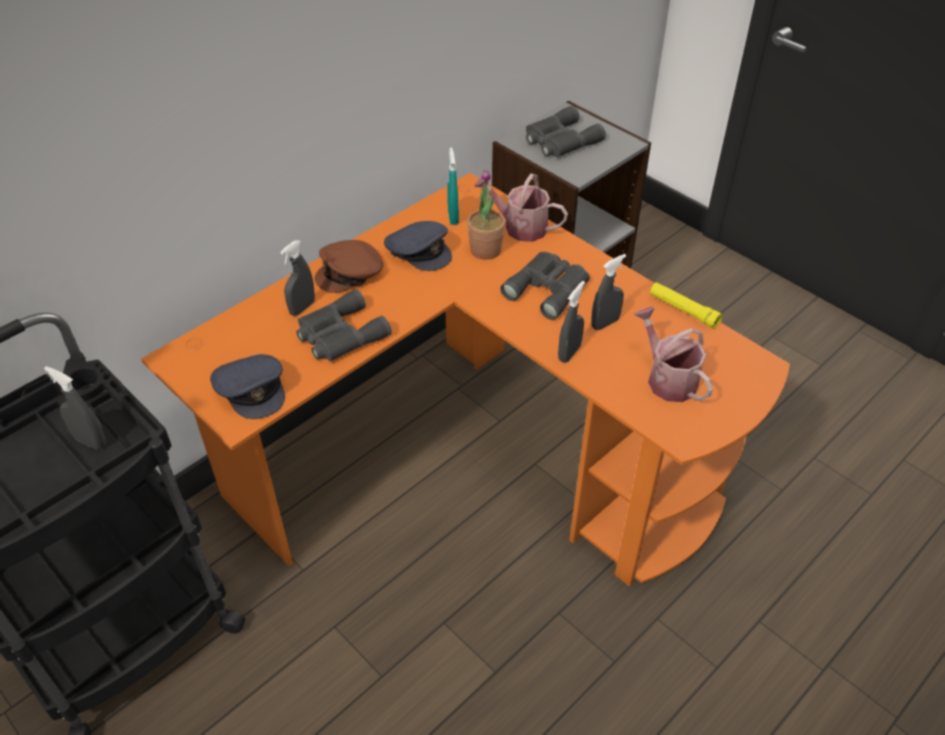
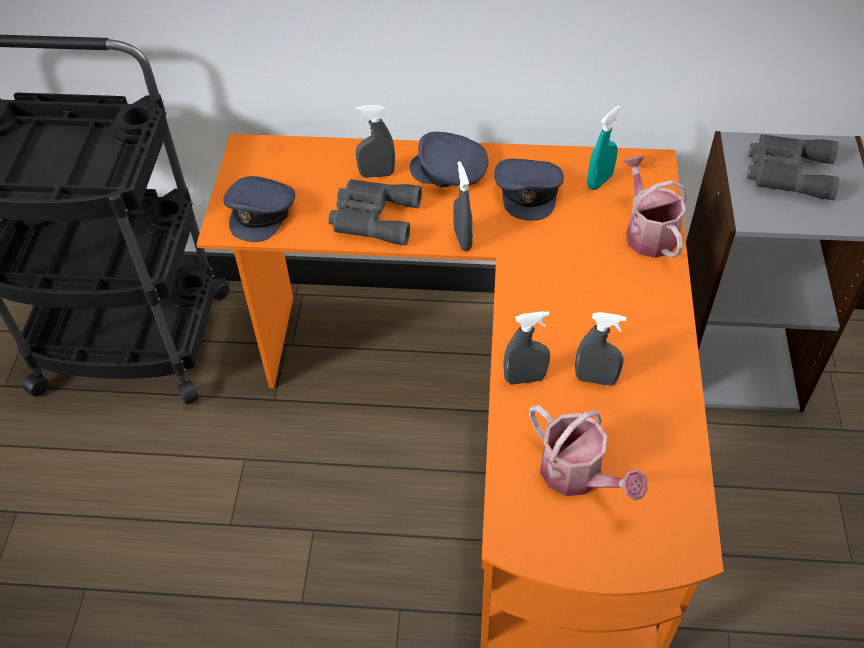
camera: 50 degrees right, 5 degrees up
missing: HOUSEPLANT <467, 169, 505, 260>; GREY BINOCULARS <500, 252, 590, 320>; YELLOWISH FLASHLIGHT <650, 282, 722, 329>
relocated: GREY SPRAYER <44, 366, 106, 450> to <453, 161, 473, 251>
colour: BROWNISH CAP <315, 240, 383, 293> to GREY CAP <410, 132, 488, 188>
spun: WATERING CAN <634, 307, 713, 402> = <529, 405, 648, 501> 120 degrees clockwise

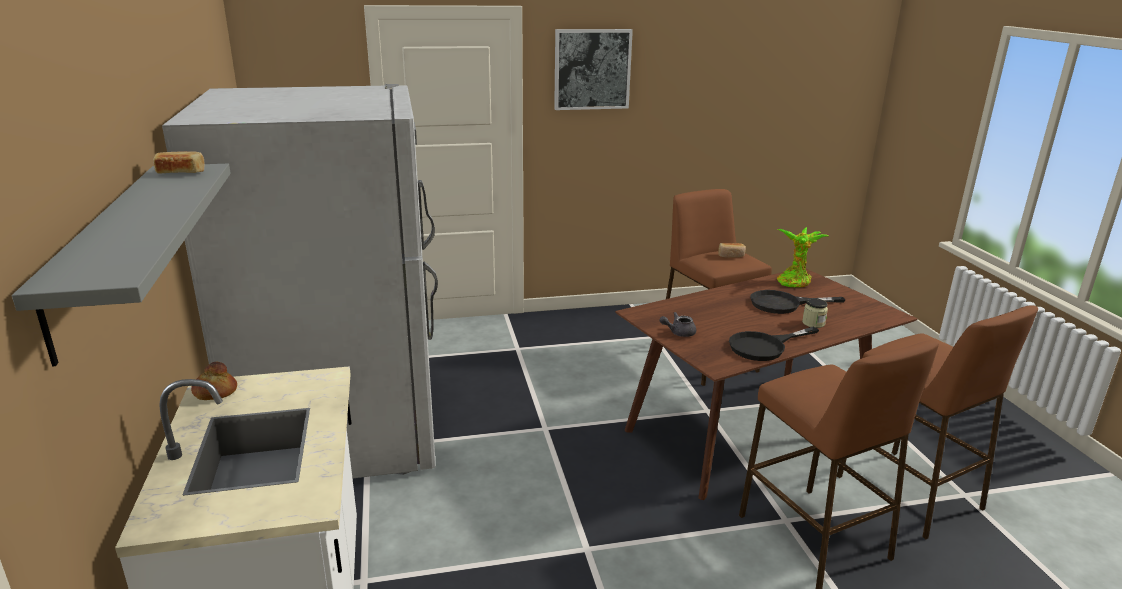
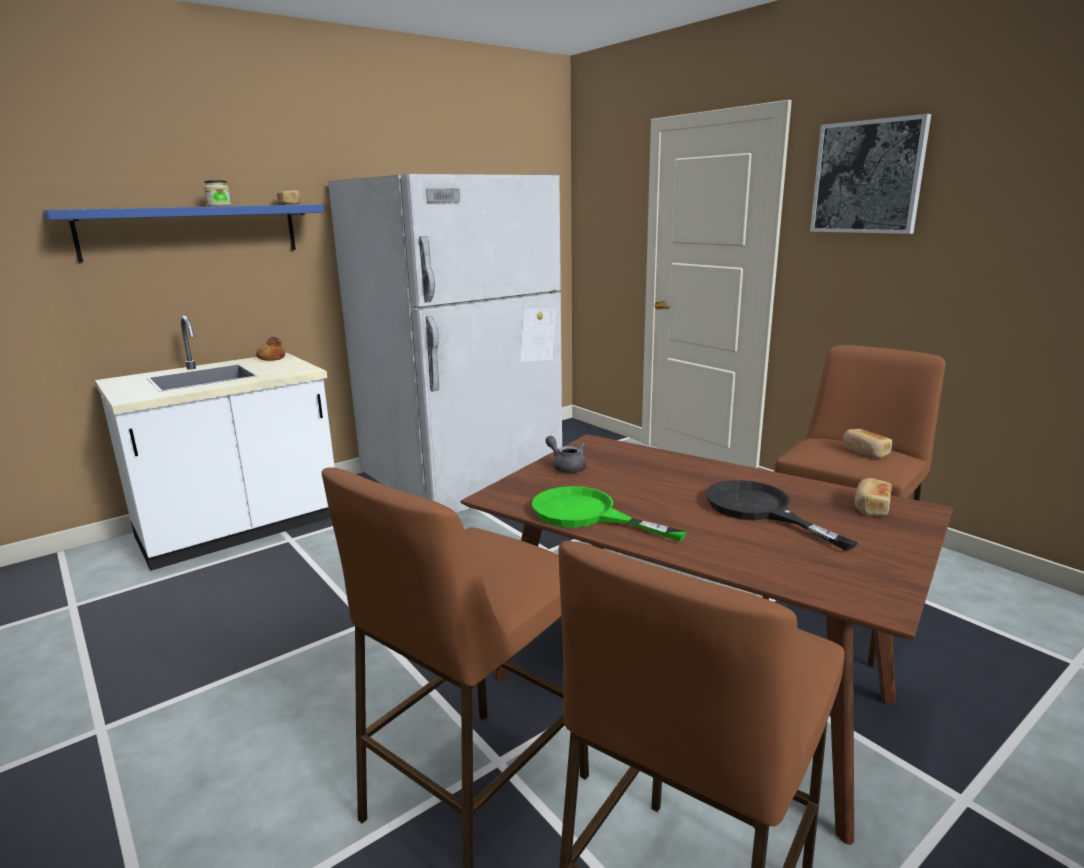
camera: 65 degrees right, 5 degrees down
relocated: PRESERVE JAR <802, 298, 828, 328> to <204, 180, 231, 206>
exchanged: HOUSEPLANT <777, 227, 830, 288> to BREAD <854, 478, 892, 515>
colour: GREY SHELF <12, 164, 231, 367> to BLUE-COLOURED SHELF <43, 204, 324, 262>; BLACKISH SKILLET <729, 327, 819, 361> to GREEN SKILLET <532, 486, 687, 542>

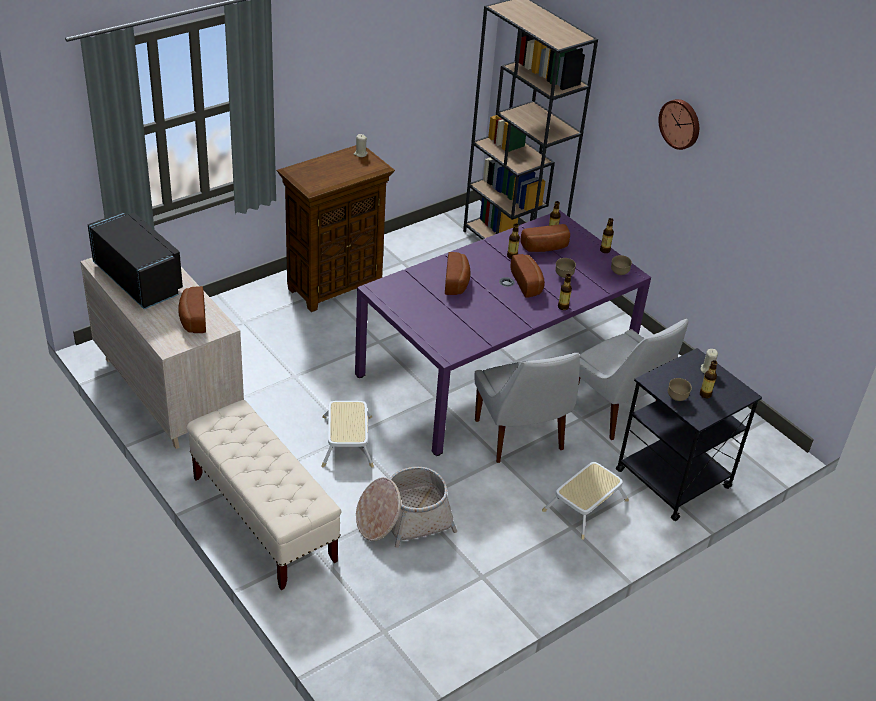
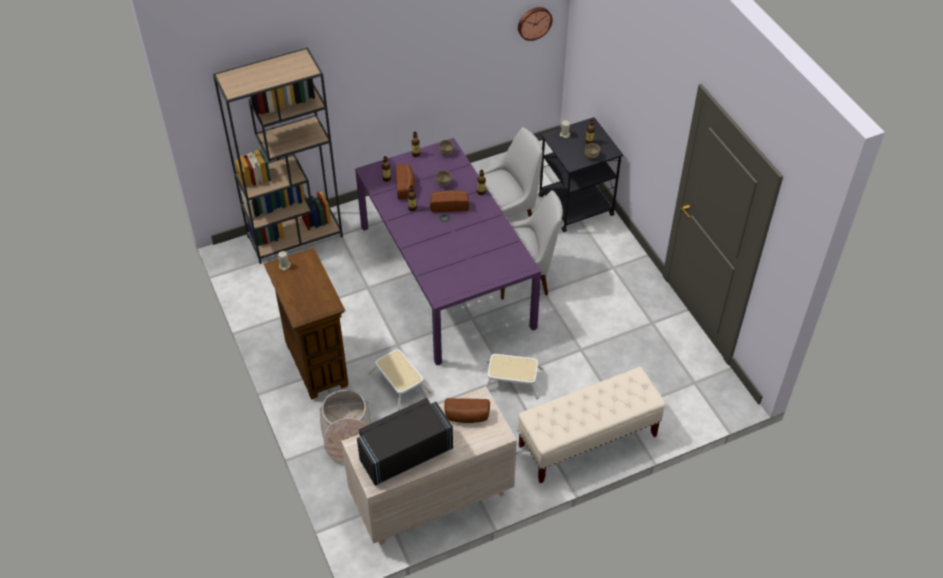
camera: 75 degrees left, 10 degrees up
missing: BREAD <445, 252, 470, 295>
relocated: WALL CLOCK <658, 99, 699, 150> to <518, 7, 553, 41>; SAND-COLOURED STEPLADDER <542, 462, 629, 539> to <369, 349, 432, 411>; STORAGE BASKET <356, 467, 457, 548> to <320, 390, 371, 463>

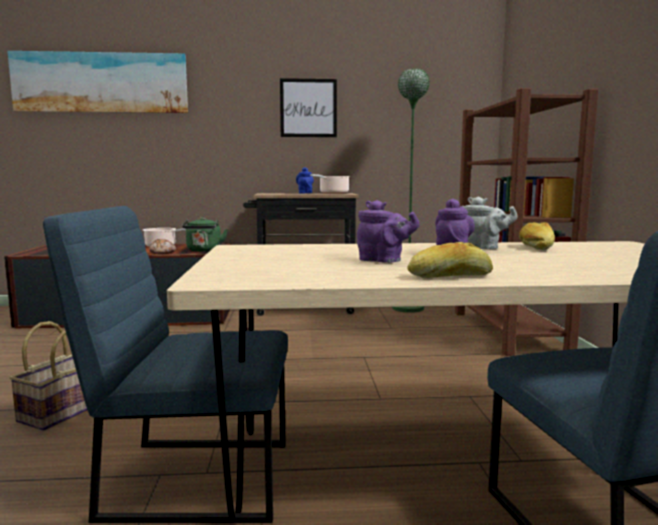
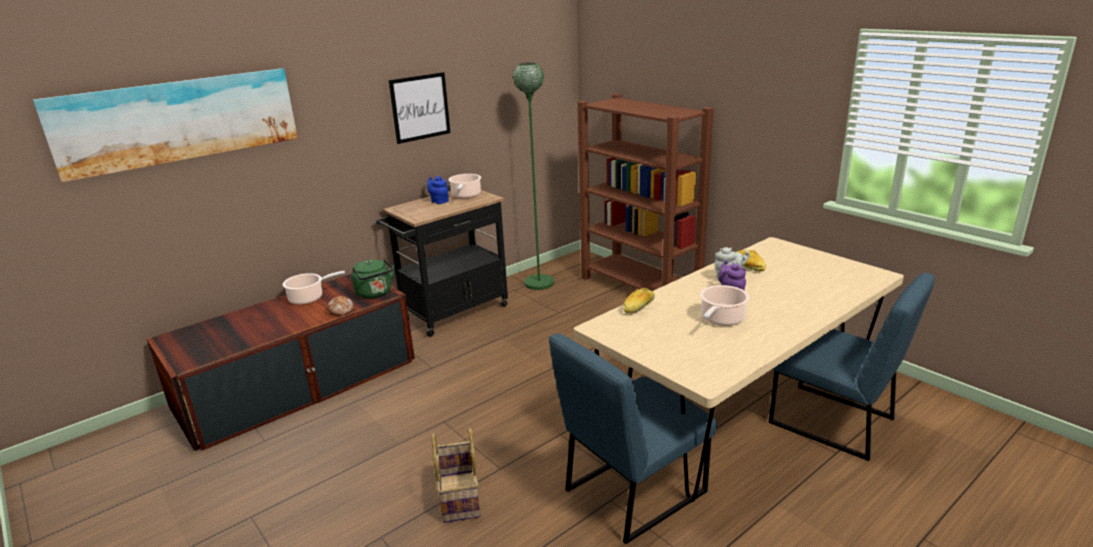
camera: 35 degrees left, 15 degrees up
relocated: BREAD <407, 242, 493, 278> to <624, 288, 655, 314>
exchanged: PURPLISH TEA POT <357, 200, 419, 263> to STOCKPOT <700, 285, 749, 326>

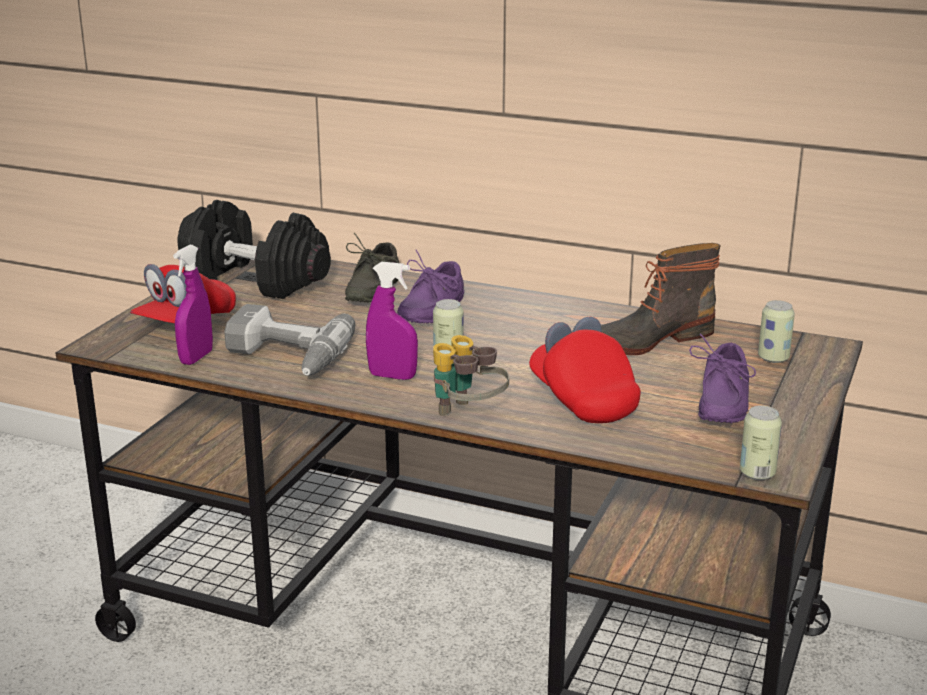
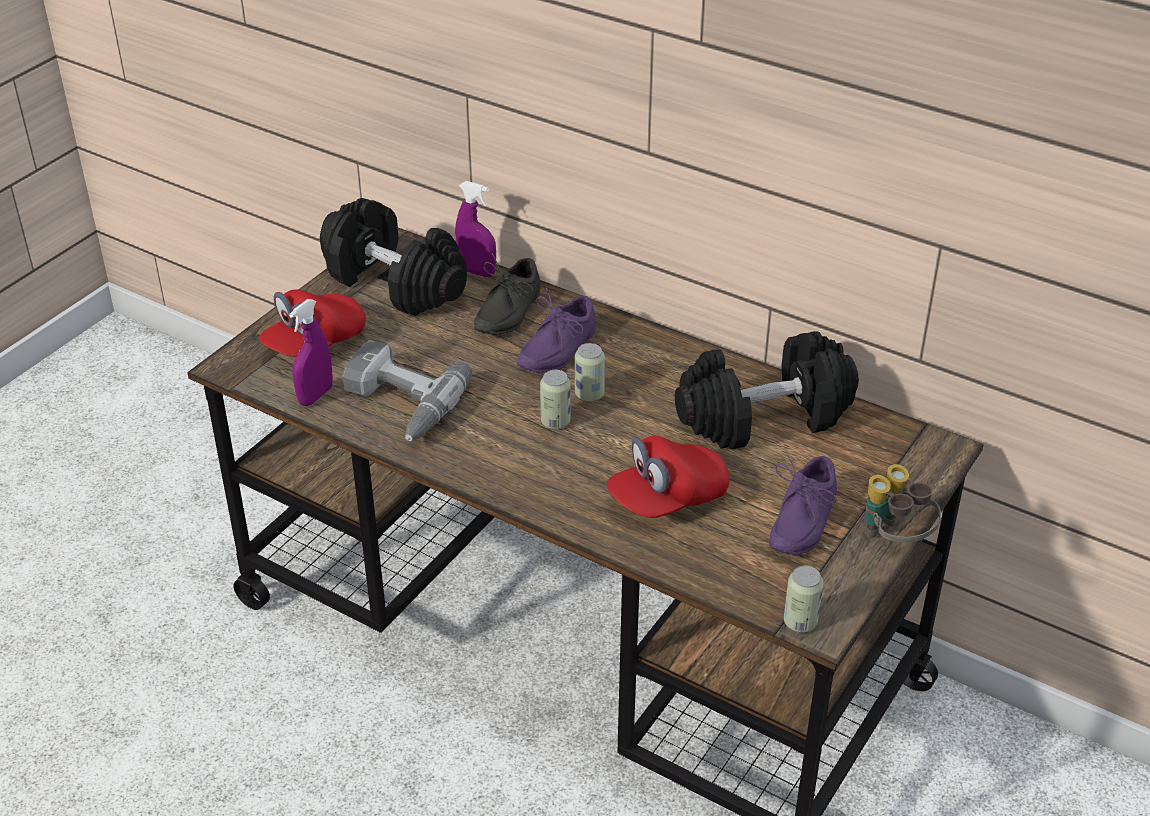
camera: 10 degrees right, 15 degrees up
relocated: PURPLISH SPRAYER <366, 262, 418, 380> to <455, 181, 496, 277>; CAN <758, 300, 795, 363> to <575, 343, 605, 402>; BINOCULARS <433, 335, 509, 416> to <865, 464, 941, 543>
exchanged: HIGH-TOP BOOT <601, 243, 721, 355> to BLACKISH DUMBBELL <675, 331, 859, 449>
spun: REDDISH CAP <529, 317, 641, 423> = <606, 436, 730, 518> 105 degrees counterclockwise

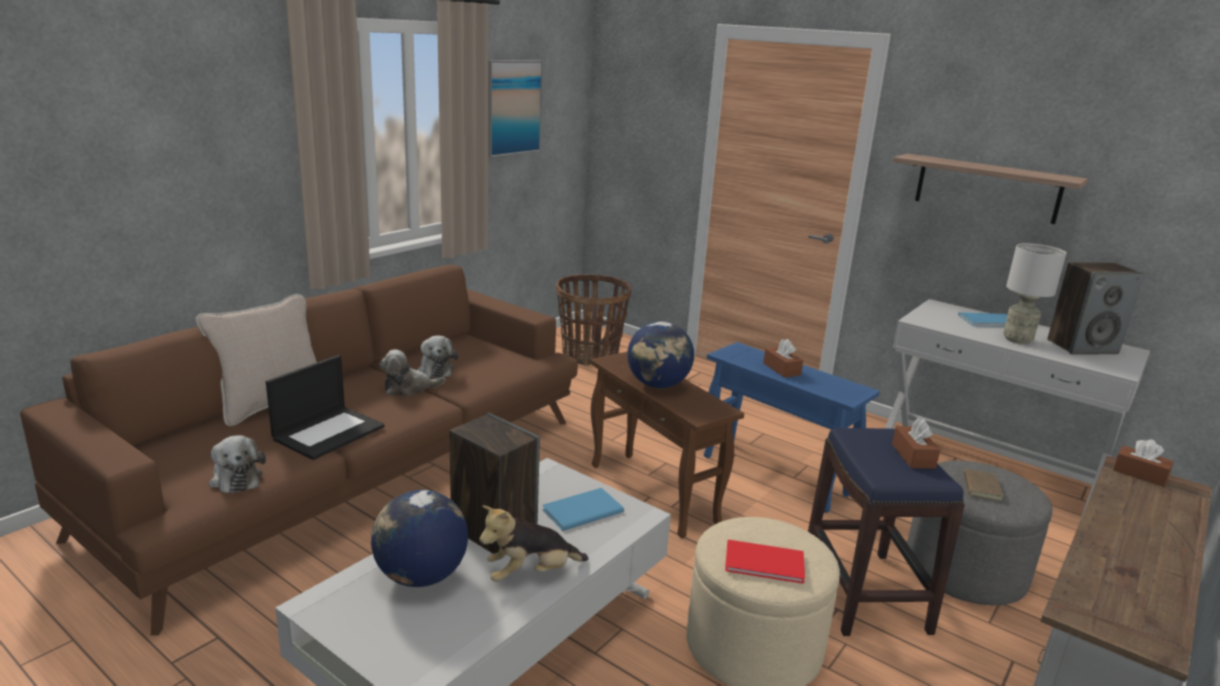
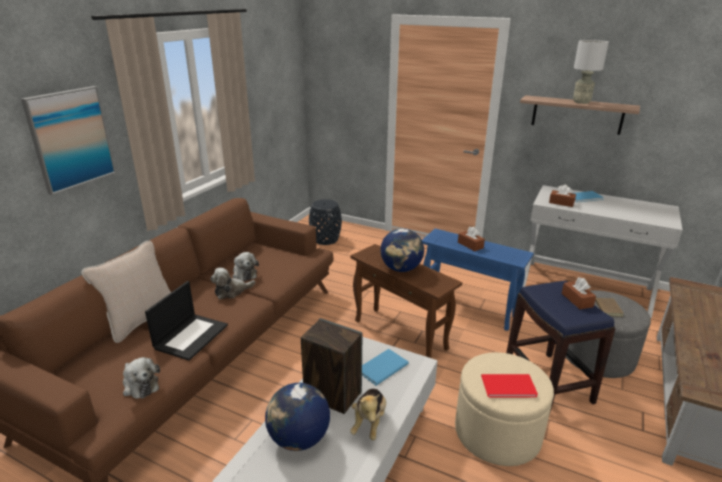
camera: 10 degrees left, 5 degrees up
missing: AUDIO SPEAKER <1047, 262, 1144, 355>
relocated: WALL PICTURE <488, 60, 543, 158> to <21, 86, 116, 195>; GREY LAMP FOR A TABLE <1003, 243, 1066, 344> to <573, 40, 609, 104>; BROWNISH BOX OF TISSUES <1113, 439, 1173, 487> to <549, 185, 576, 207>
exchanged: STORAGE BASKET <556, 275, 631, 366> to BLACKISH STOOL SEAT <309, 199, 342, 245>
spun: CUDDLY TOY <479, 505, 589, 582> = <350, 389, 386, 440> 45 degrees counterclockwise

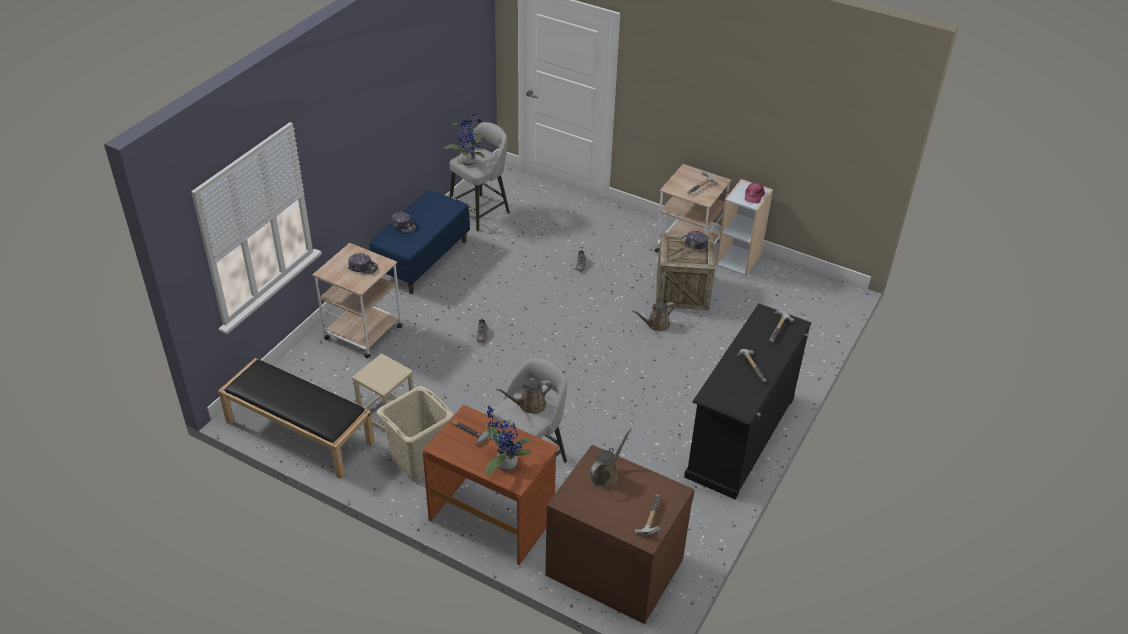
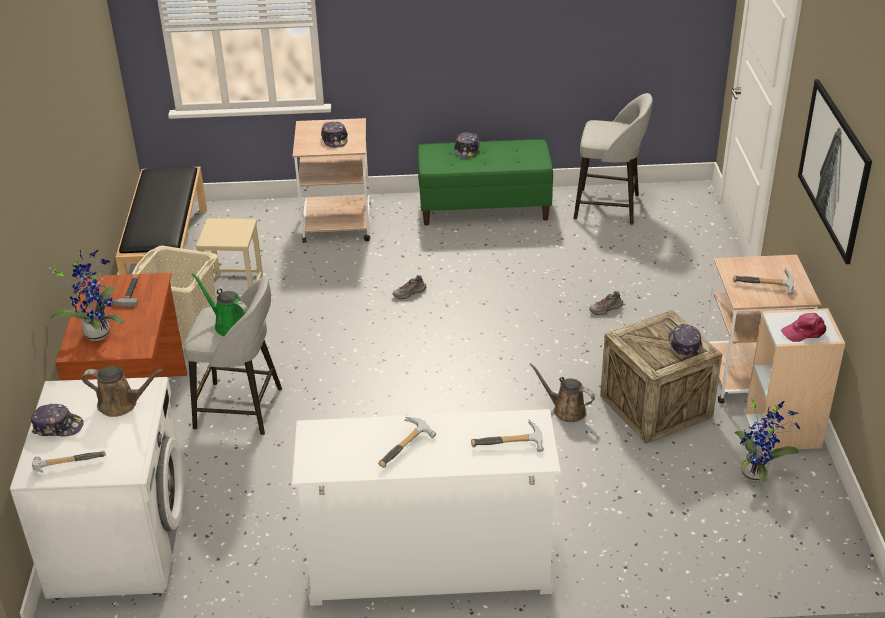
camera: 60 degrees right, 5 degrees down
appeared: WALL PICTURE <798, 79, 872, 264>; CAP <31, 404, 84, 437>
relocated: HOUSEPLANT <444, 112, 485, 166> to <734, 395, 800, 482>
colour: BLUE-COLOURED LONG SEAT <369, 190, 470, 294> to GREEN LONG SEAT <417, 139, 553, 226>; BLACKISH STORAGE CABINET <684, 303, 811, 500> to WHITE-COLOURED STORAGE CABINET <292, 409, 561, 606>; BROWNISH WATERING CAN <496, 379, 552, 414> to GREEN WATERING CAN <192, 273, 248, 336>; BROWNISH LAUNDRY MACHINE <545, 445, 694, 624> to WHITE-COLOURED LAUNDRY MACHINE <10, 377, 185, 600>

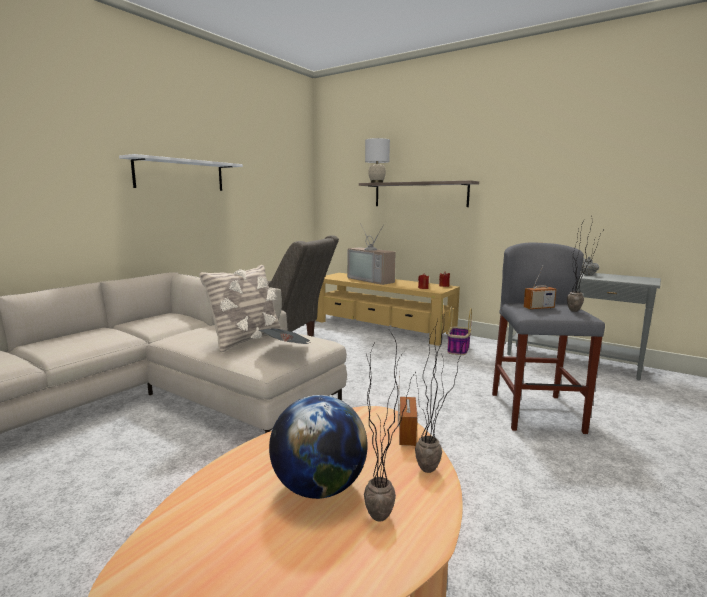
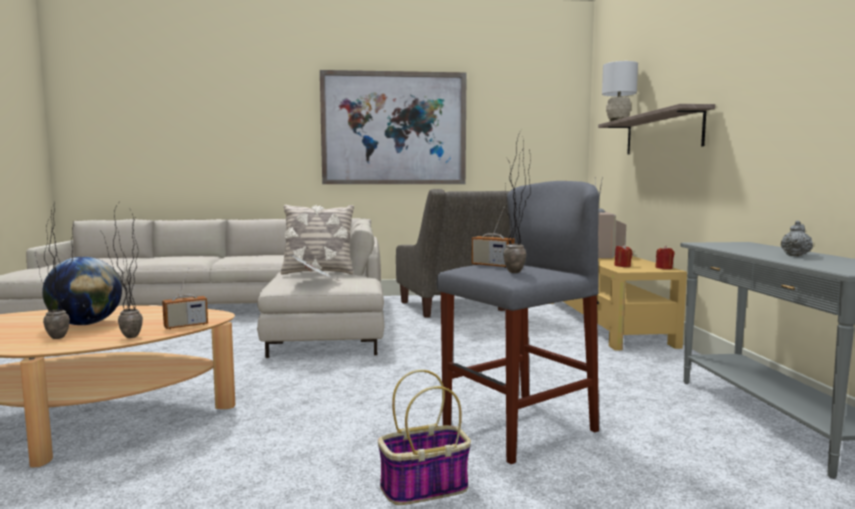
camera: 50 degrees right, 5 degrees down
relocated: STORAGE BASKET <447, 306, 472, 355> to <378, 370, 471, 505>
exchanged: WHITE-COLOURED SHELF <119, 154, 243, 191> to WALL PICTURE <320, 70, 467, 184>

